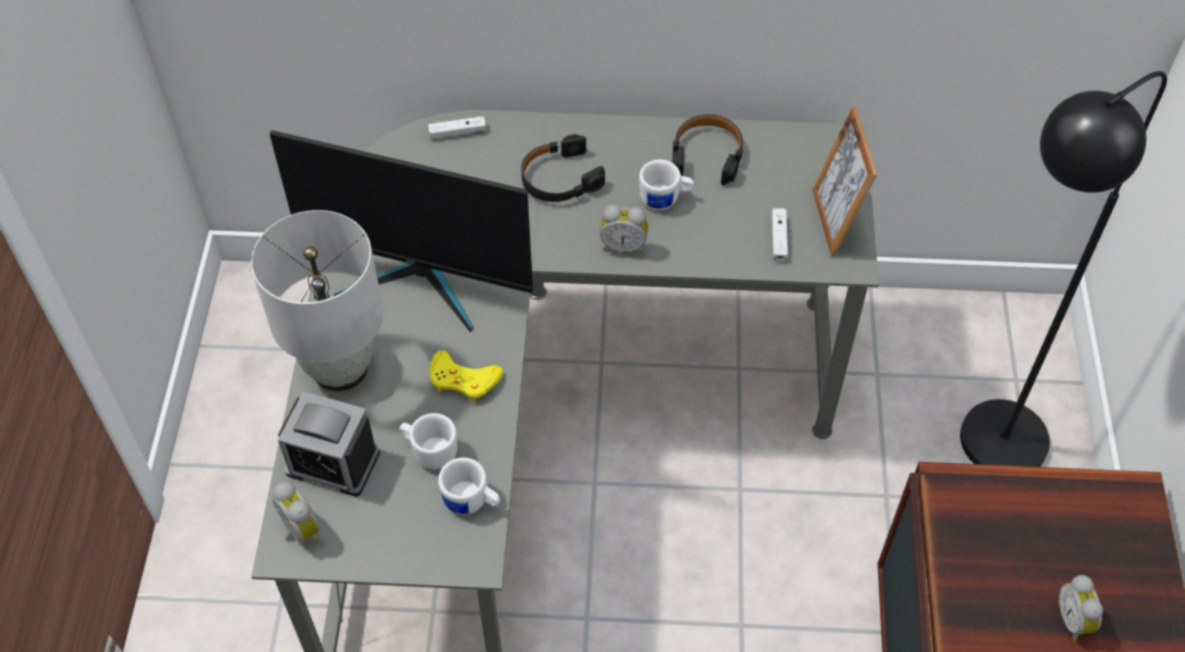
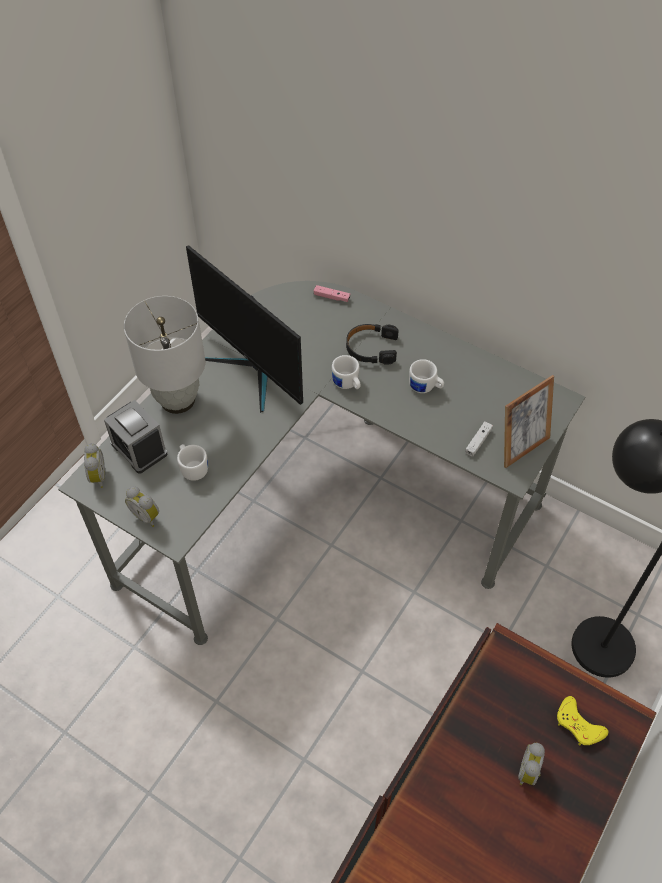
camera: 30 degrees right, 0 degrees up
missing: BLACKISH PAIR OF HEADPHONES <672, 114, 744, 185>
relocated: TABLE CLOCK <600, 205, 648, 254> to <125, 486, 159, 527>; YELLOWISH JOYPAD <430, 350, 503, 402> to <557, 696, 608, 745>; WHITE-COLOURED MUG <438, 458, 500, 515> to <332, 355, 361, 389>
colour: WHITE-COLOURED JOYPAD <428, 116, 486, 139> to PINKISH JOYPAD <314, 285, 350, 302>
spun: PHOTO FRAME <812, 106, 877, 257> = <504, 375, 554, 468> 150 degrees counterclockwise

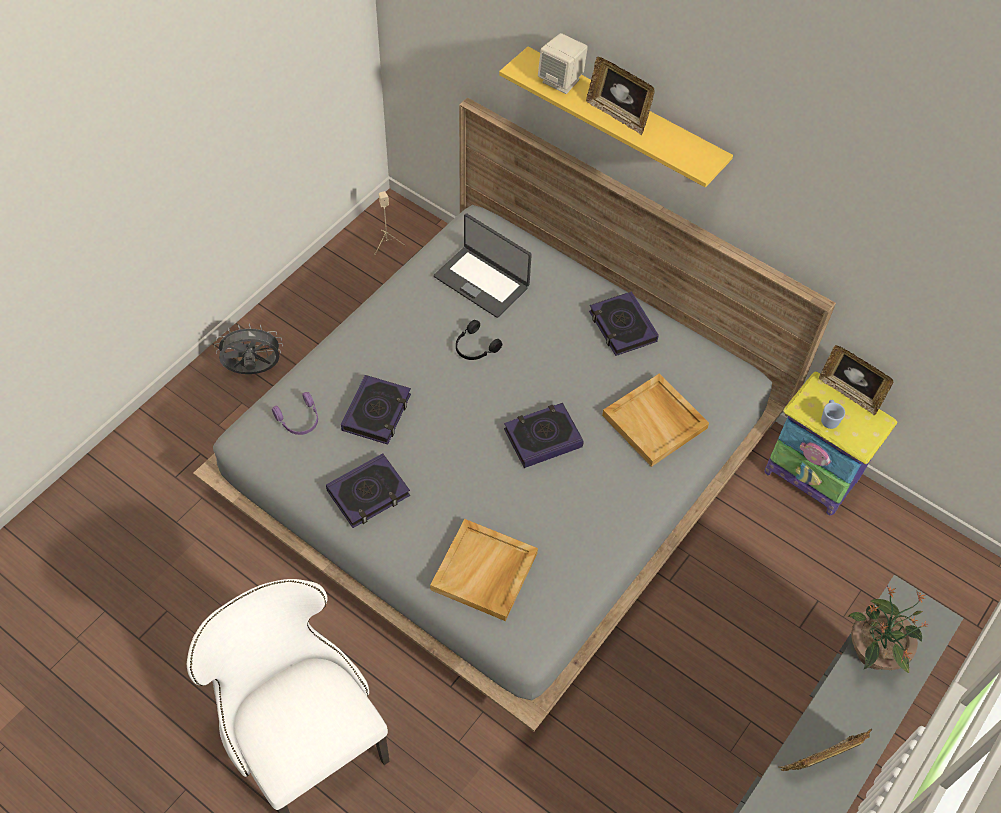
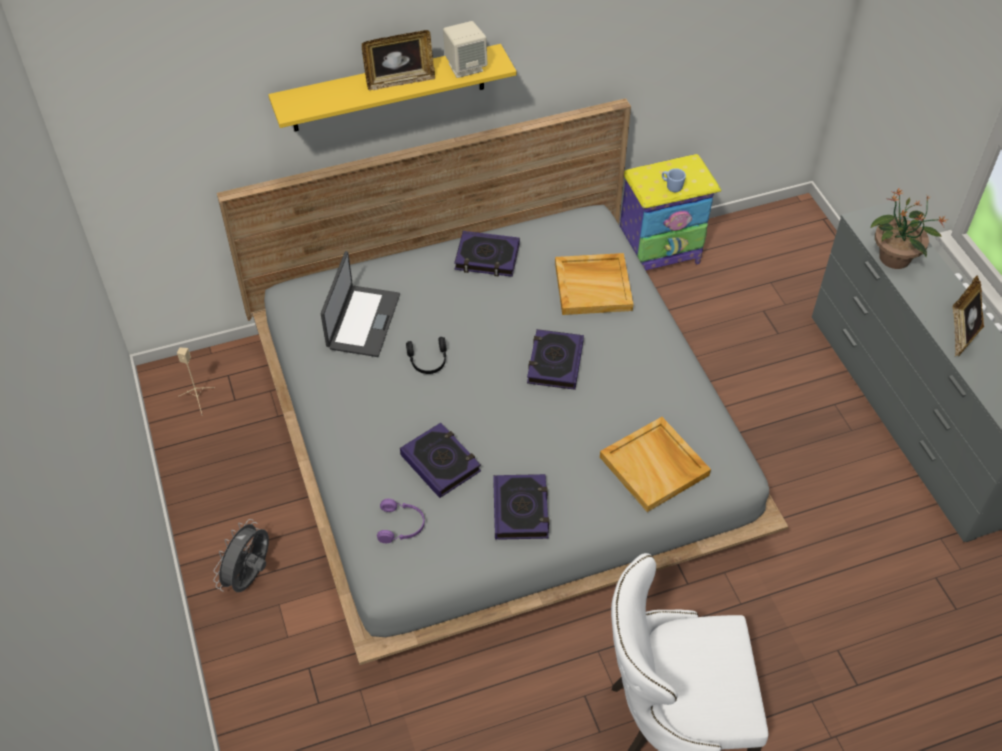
camera: 55 degrees left, 5 degrees down
missing: PHOTO FRAME <819, 345, 893, 416>
relocated: SAND-COLOURED AUDIO SPEAKER <538, 33, 588, 94> to <443, 21, 488, 78>
spun: PORTABLE COMPUTER <434, 213, 532, 318> = <321, 251, 400, 357> 60 degrees counterclockwise

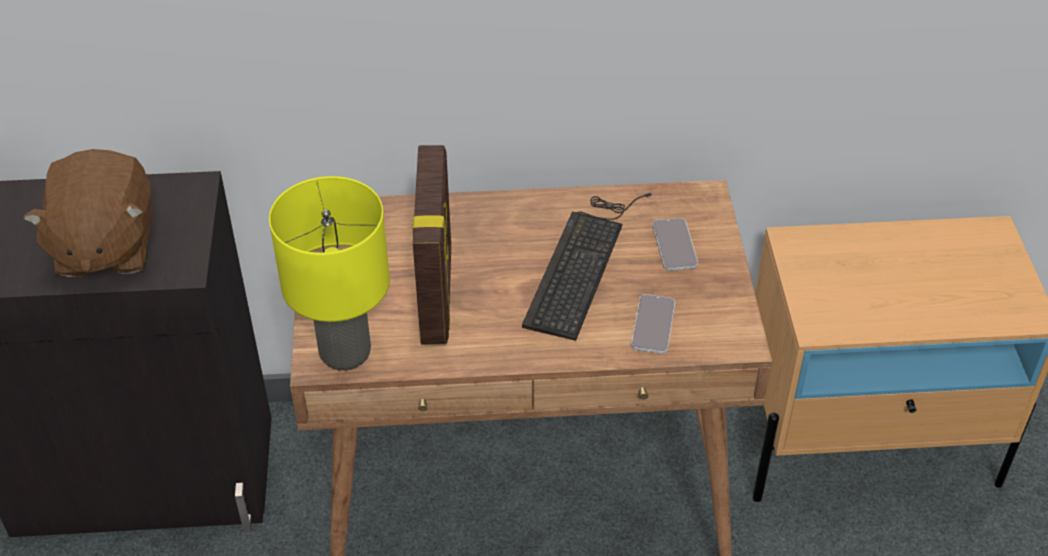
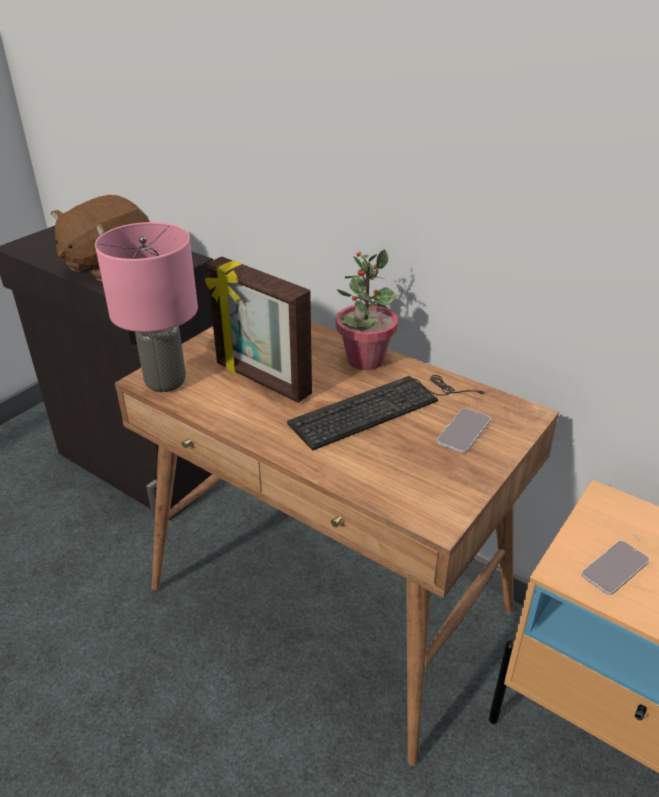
camera: 40 degrees right, 10 degrees down
appeared: HOUSEPLANT <336, 249, 398, 370>
relocated: PHONE <631, 294, 675, 354> to <582, 541, 649, 595>
colour: YELLOWISH LAMP FOR A TABLE <269, 176, 390, 371> to PINKISH LAMP FOR A TABLE <95, 222, 198, 392>
spun: PHOTO FRAME <413, 145, 451, 345> = <205, 257, 312, 403> 90 degrees clockwise

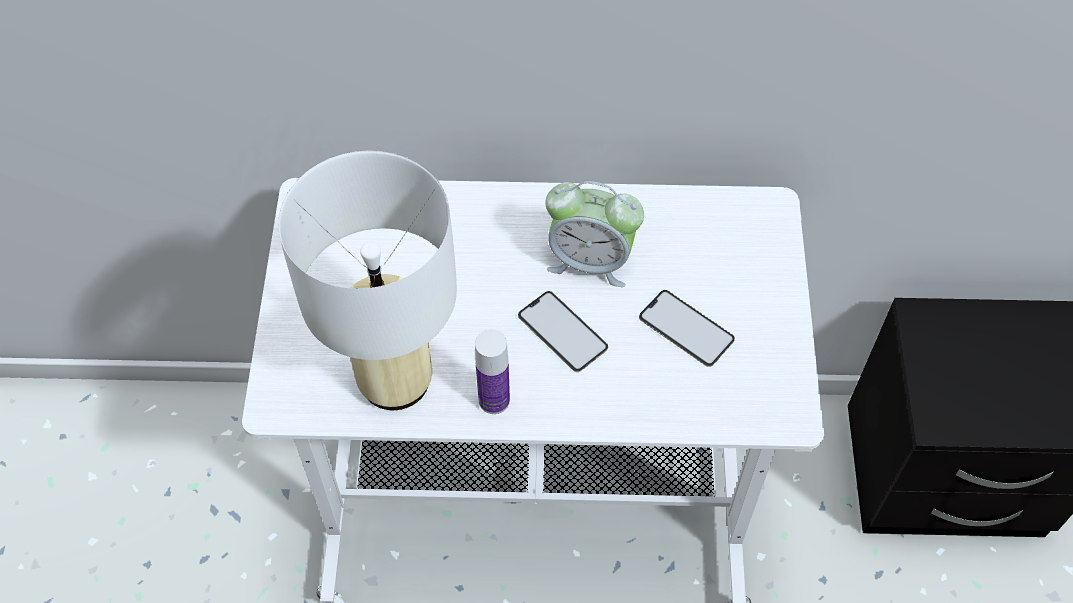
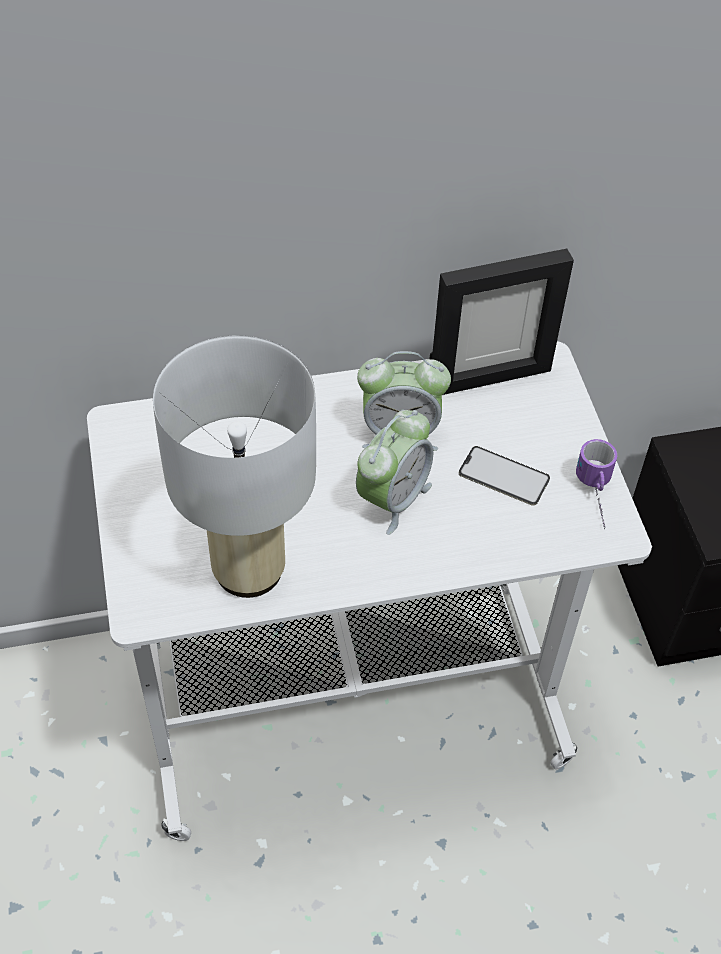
camera: 15 degrees left, 5 degrees down
missing: BOTTLE <475, 330, 510, 414>
appeared: PHOTO FRAME <430, 249, 574, 395>; MUG <576, 439, 617, 530>
exchanged: PHONE <518, 291, 608, 372> to TABLE CLOCK <356, 410, 433, 535>

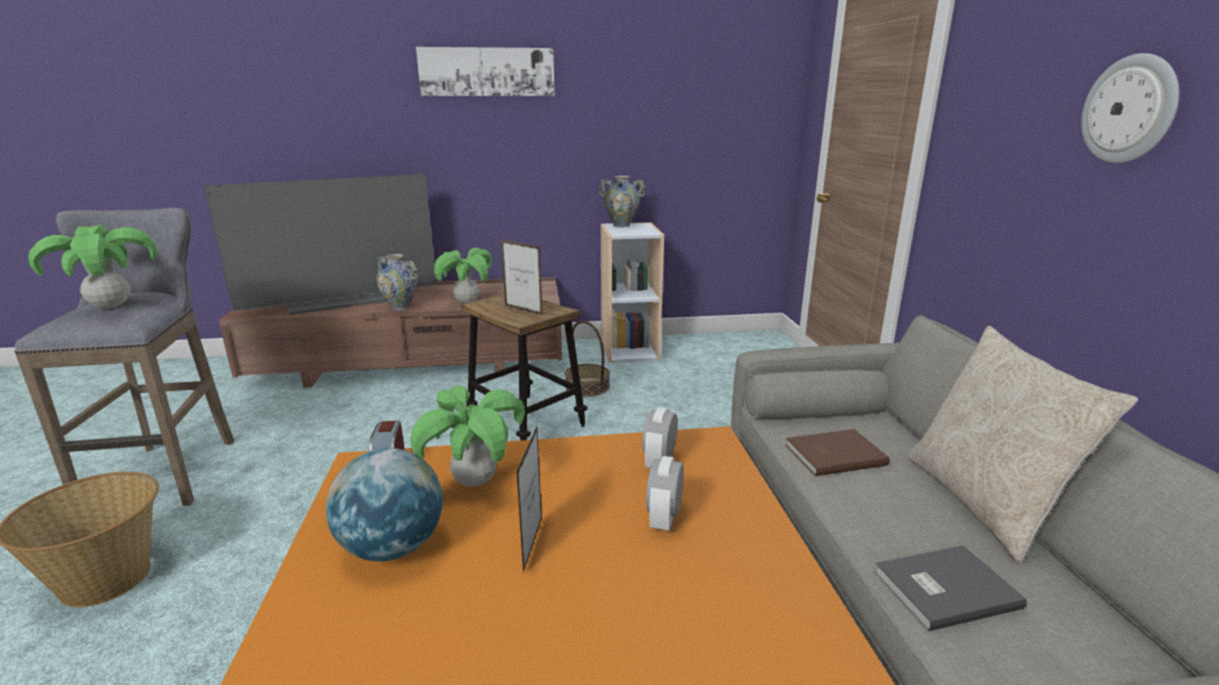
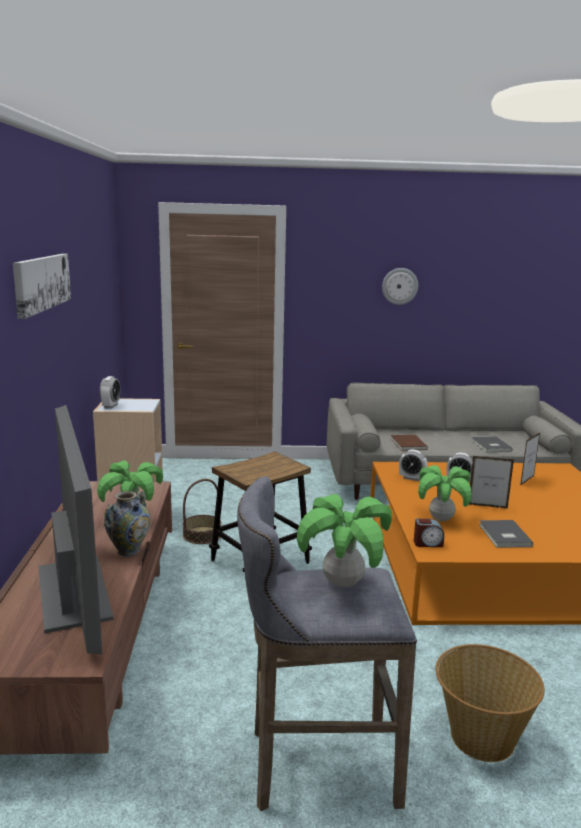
camera: 85 degrees left, 5 degrees down
missing: SAND-COLOURED CUSHION <907, 326, 1138, 564>
relocated: PHOTO FRAME <501, 240, 543, 315> to <520, 433, 540, 486>
exchanged: VASE <599, 175, 645, 227> to TABLE CLOCK <100, 376, 120, 409>; GLOBE <326, 448, 443, 562> to GREY BOOK <479, 520, 533, 548>

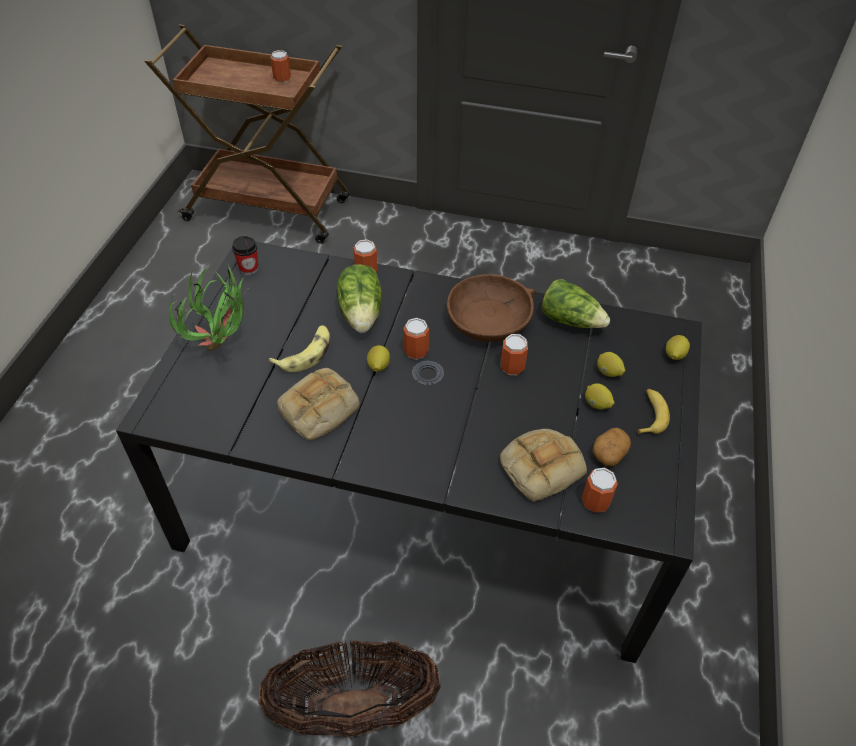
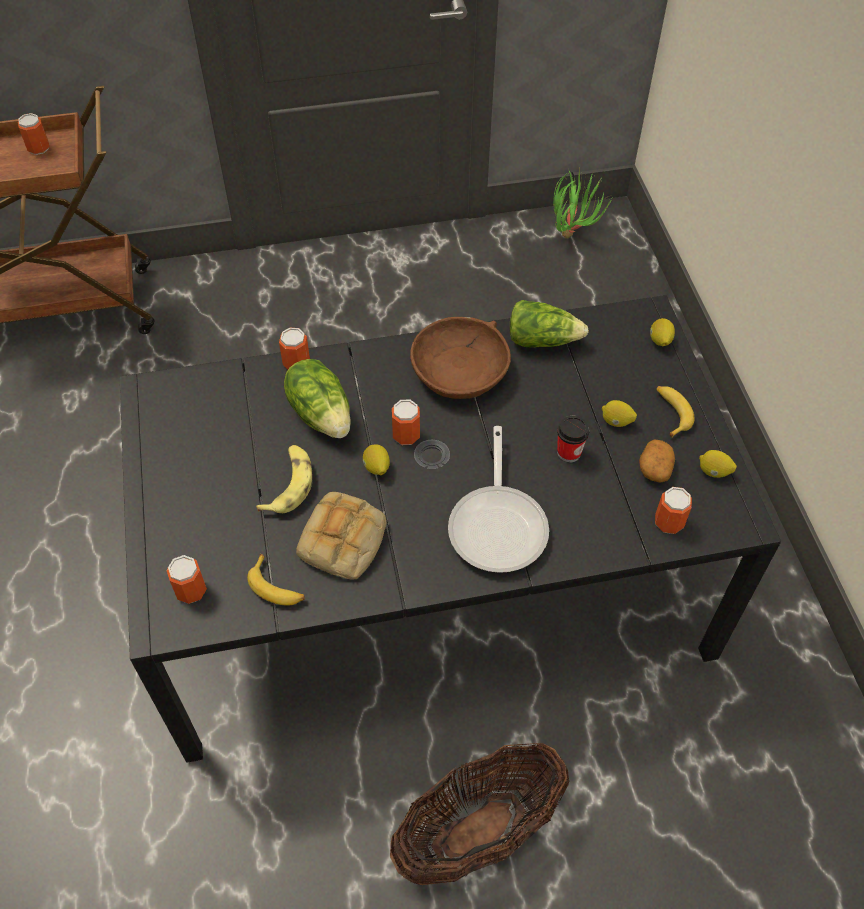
camera: 25 degrees left, 5 degrees up
missing: BREAD <500, 429, 587, 502>
appeared: SKILLET <448, 426, 549, 573>; WHOLE BANANA <247, 554, 305, 606>
relocated: DRINKING CUP <232, 236, 258, 275> to <557, 416, 589, 463>; HOUSEPLANT <169, 264, 244, 351> to <553, 170, 612, 238>; CAN <501, 334, 528, 375> to <166, 555, 207, 604>; WHOLE LEMON <597, 352, 625, 377> to <699, 450, 737, 478>

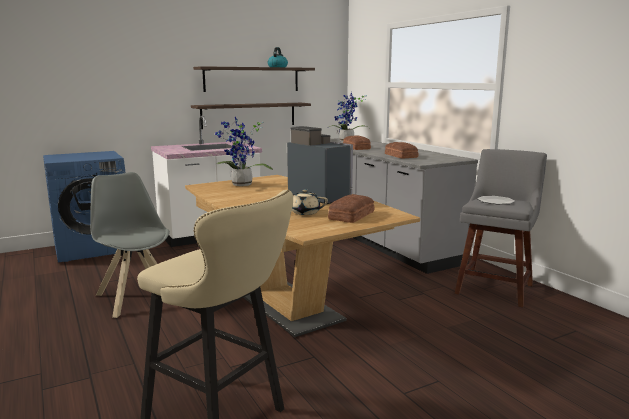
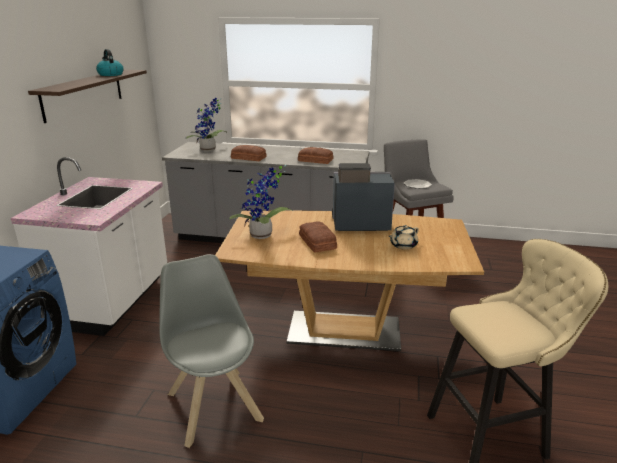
camera: 50 degrees left, 10 degrees up
missing: SHELF <191, 103, 311, 129>
relocated: BREAD <328, 194, 375, 223> to <299, 222, 337, 253>
spun: GREY UPRIGHT CHAIR <90, 172, 170, 318> = <159, 254, 264, 448> 60 degrees clockwise

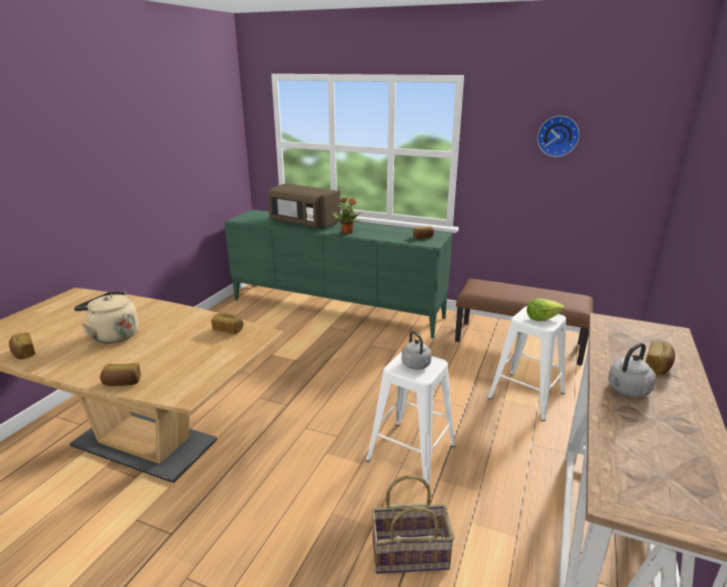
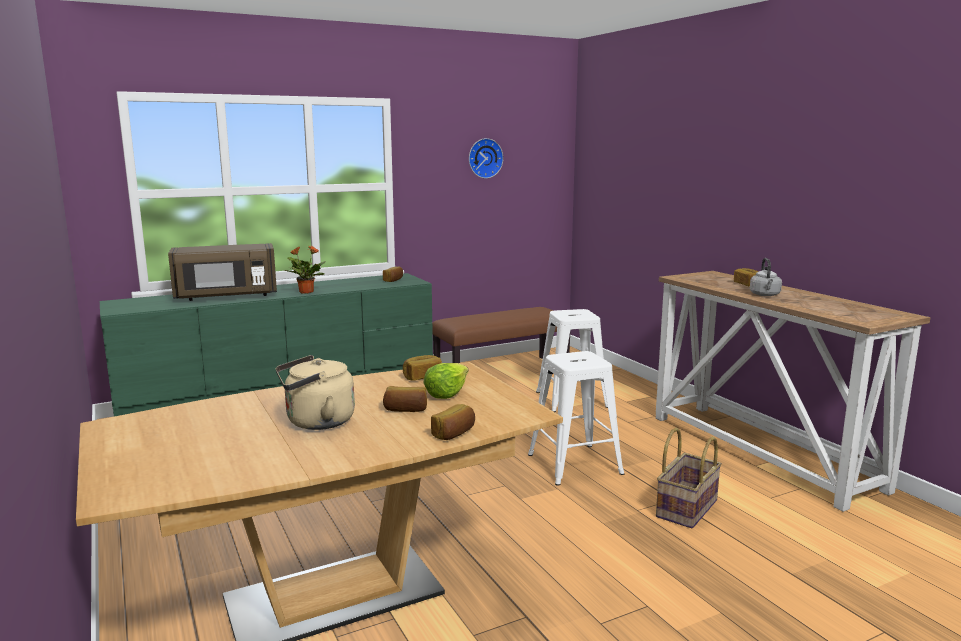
camera: 50 degrees left, 10 degrees down
missing: GREY WATER KETTLE <402, 331, 432, 370>
relocated: LETTUCE <527, 299, 565, 321> to <423, 363, 469, 399>; BREAD <9, 332, 35, 359> to <383, 386, 427, 412>

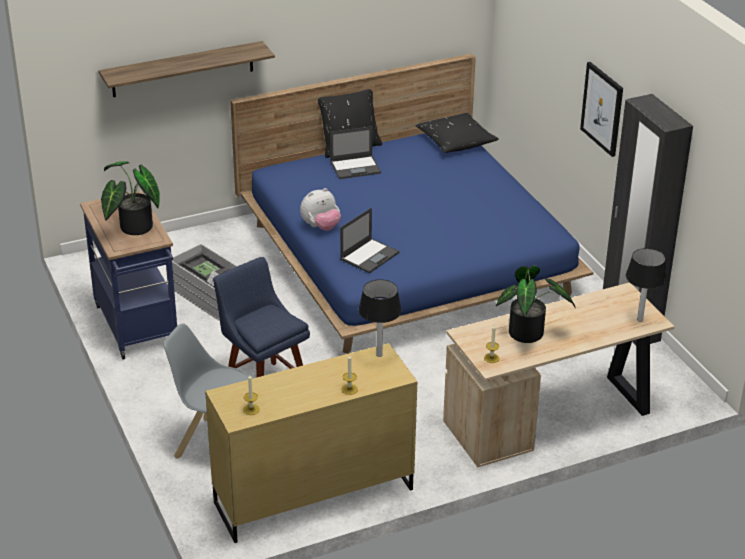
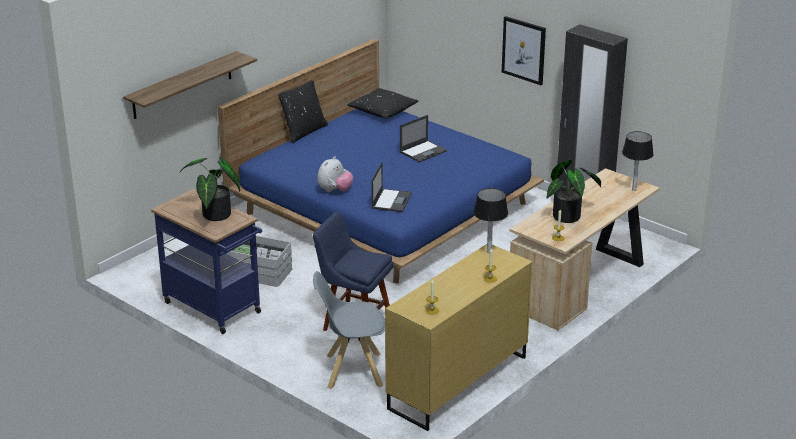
camera: 25 degrees left, 5 degrees down
relocated: PORTABLE COMPUTER <330, 126, 381, 179> to <400, 115, 447, 163>

